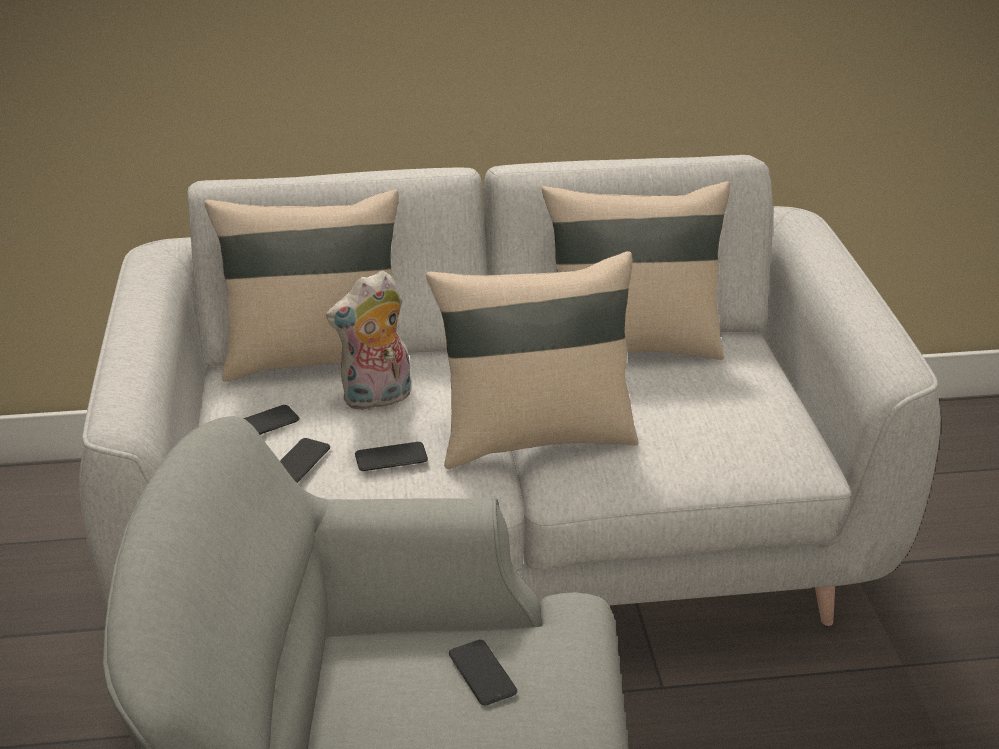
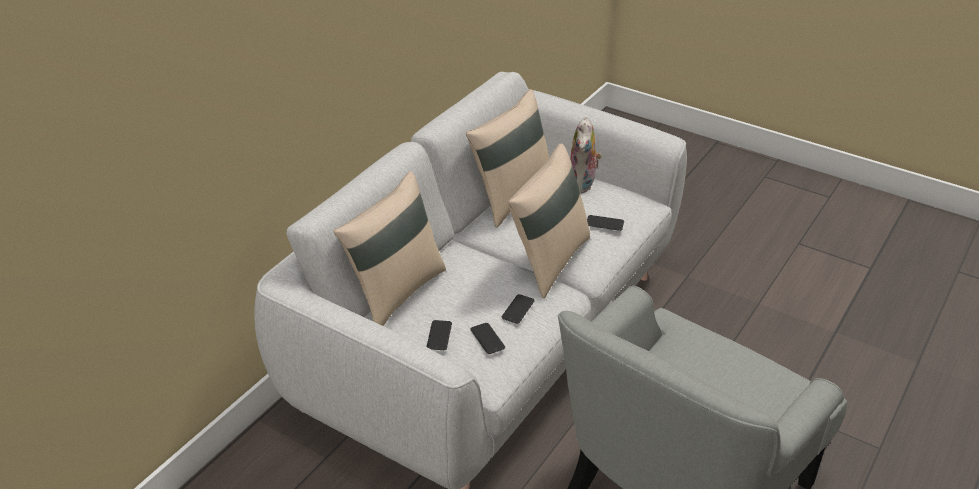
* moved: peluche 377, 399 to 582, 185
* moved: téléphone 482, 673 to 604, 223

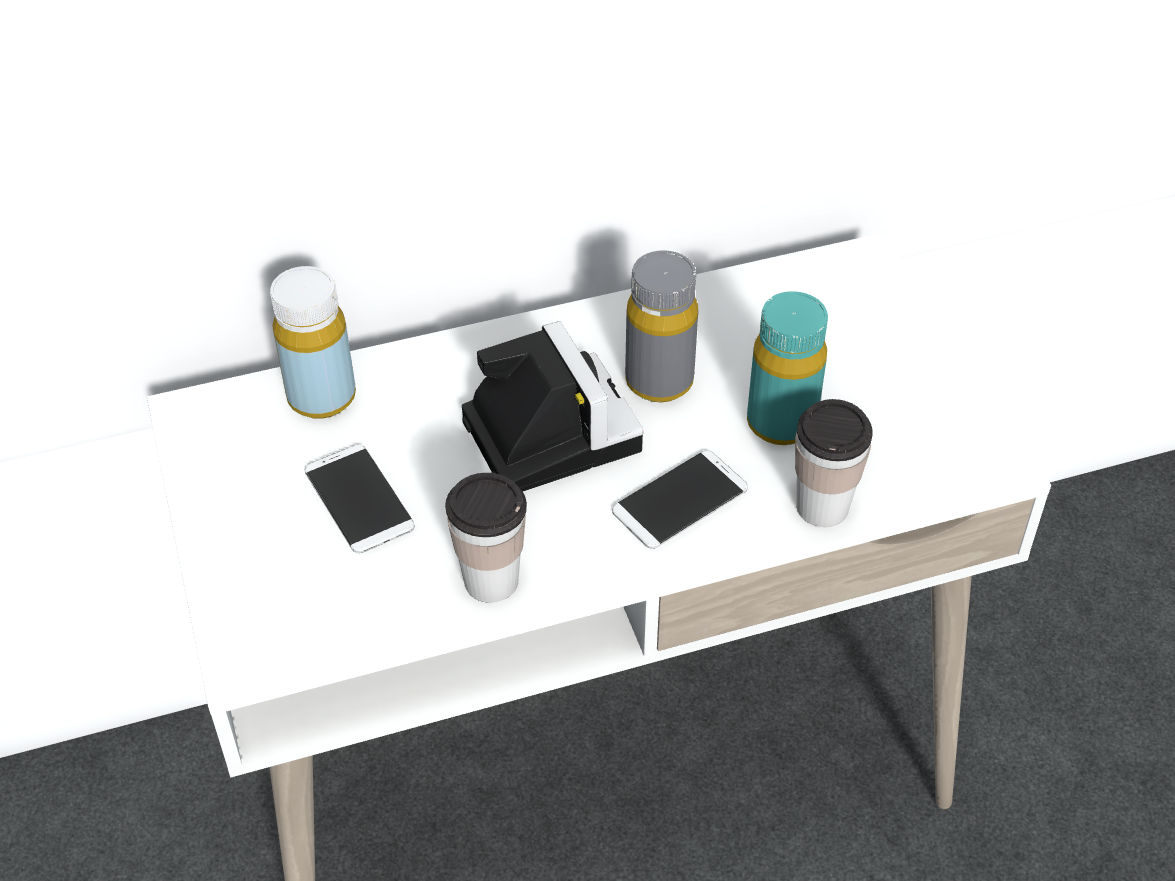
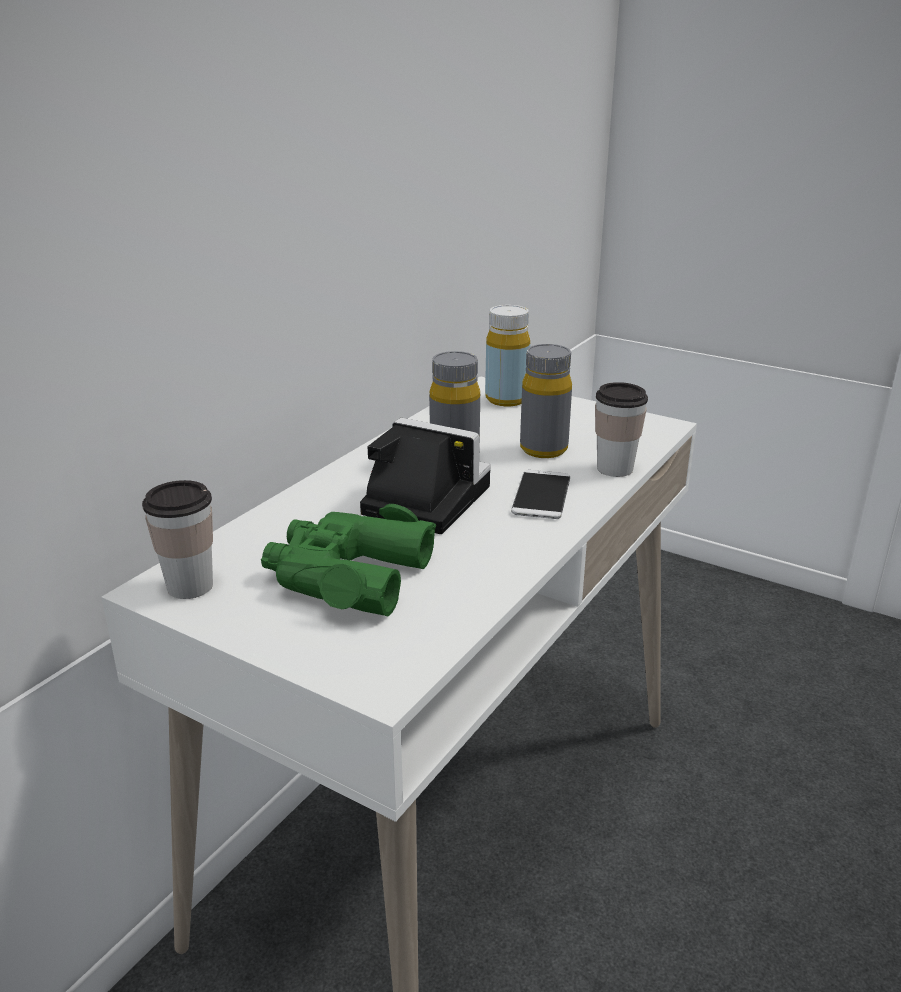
* moved: bouteille/jaune 321, 397 to 506, 399
* recoloured: bouteille/turquoise 781, 423 to bouteille/gris 543, 449
* replaced: téléphone 359, 499 to jumelles/vert 346, 575
* moved: tasse 491, 581 to 190, 586

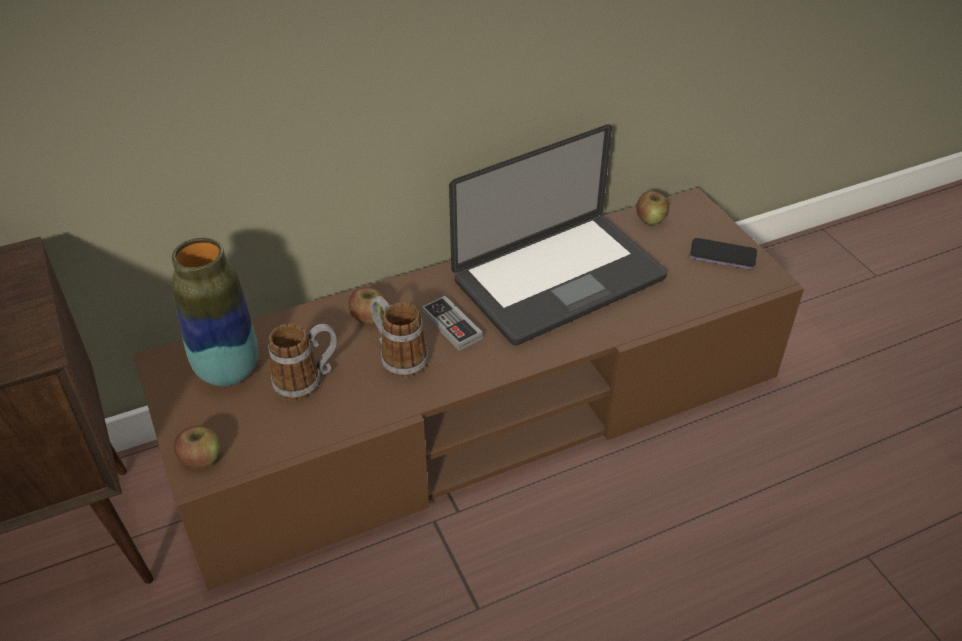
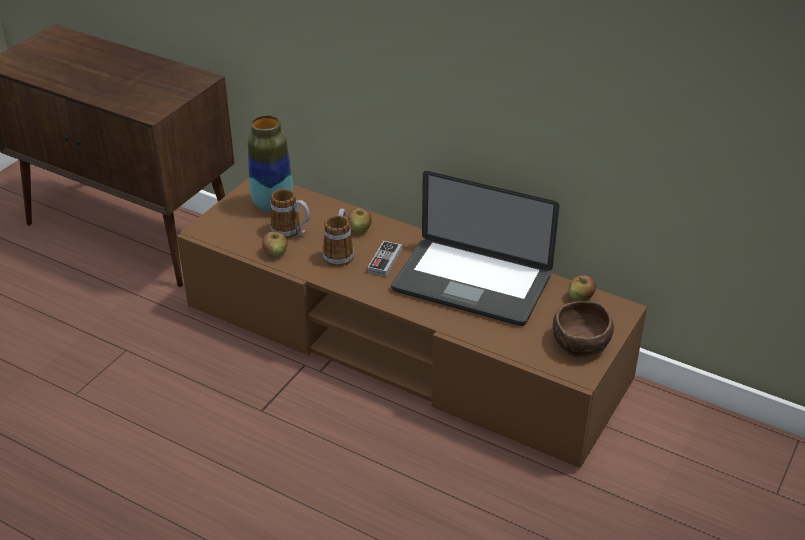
* replaced: téléphone 722, 256 to bol/marron 580, 344
* moved: pomme 201, 458 to 275, 253

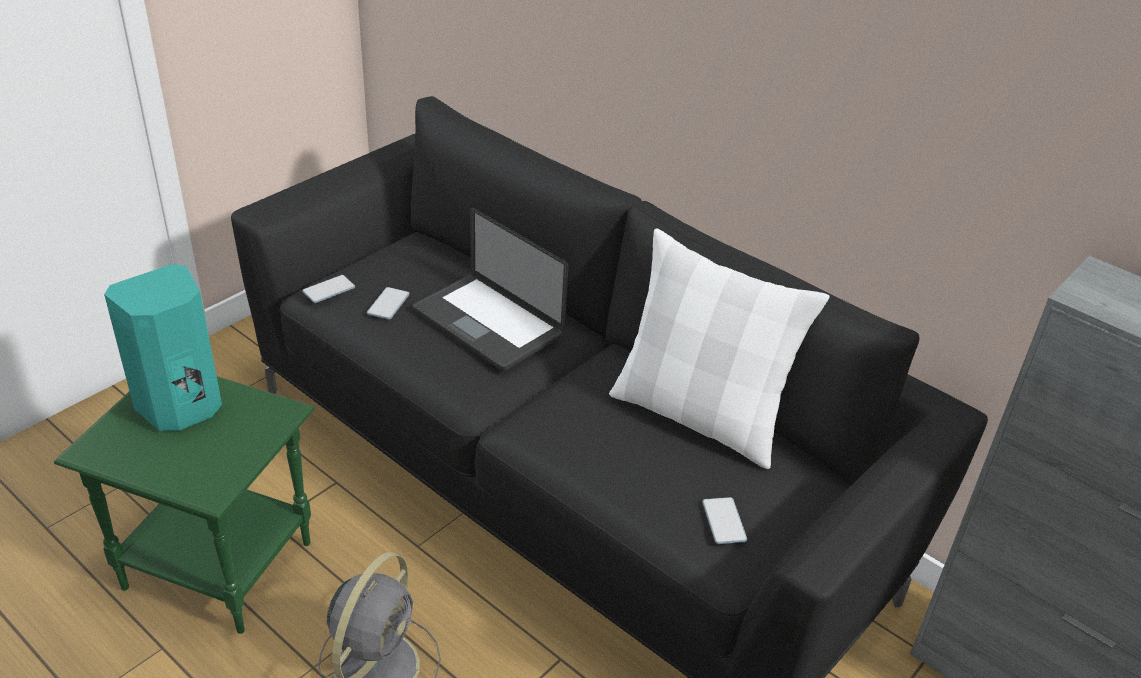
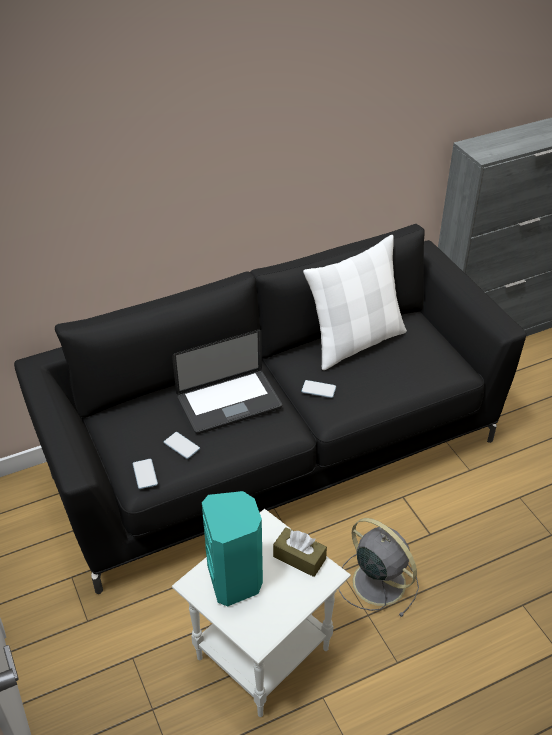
* recoloured: table d'appoint/vert 220, 566 to table d'appoint/blanc 264, 652
* moved: téléphone 724, 521 to 318, 389
* added: boîte à mouchoirs/marron 299, 557

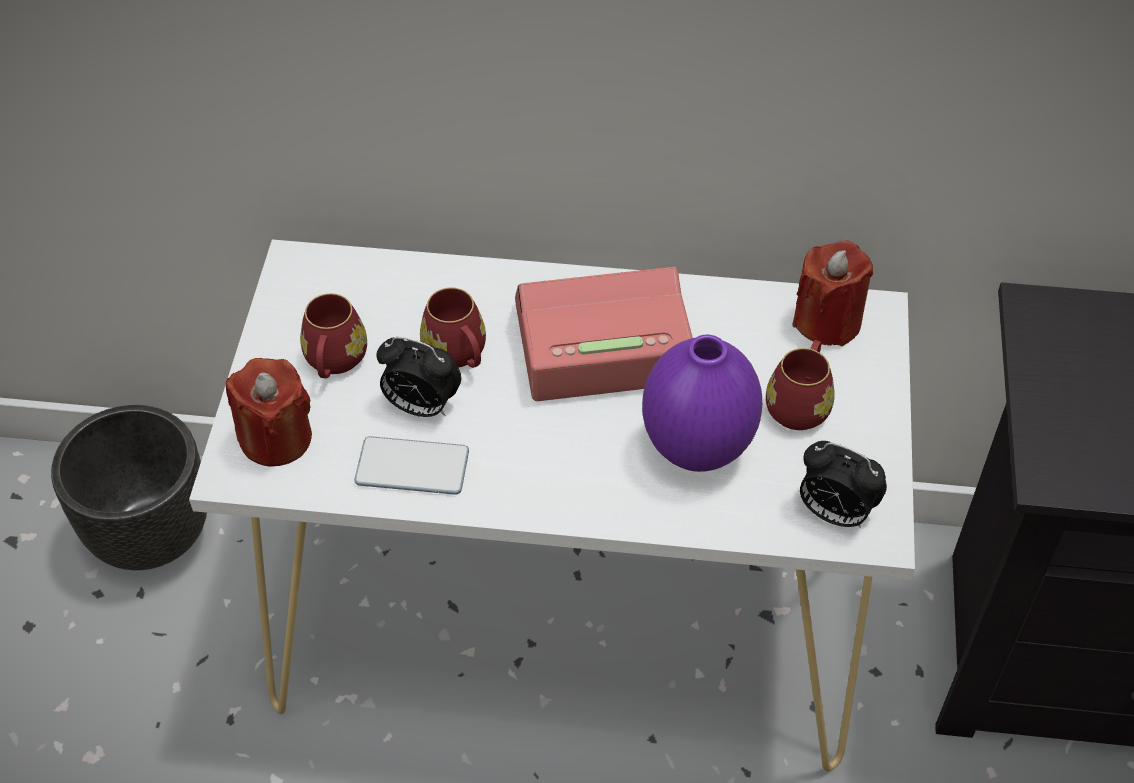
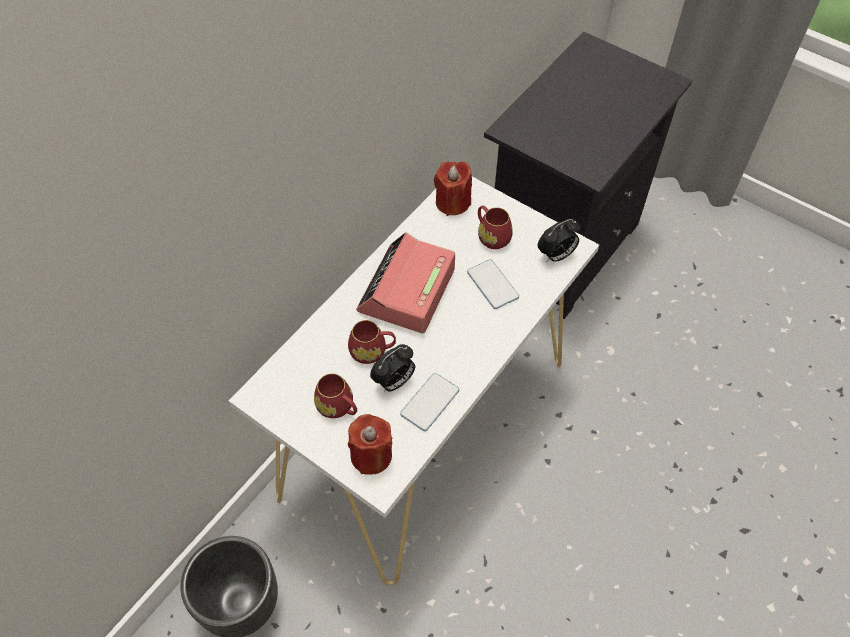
* replaced: vase/violet 698, 449 to téléphone 492, 285

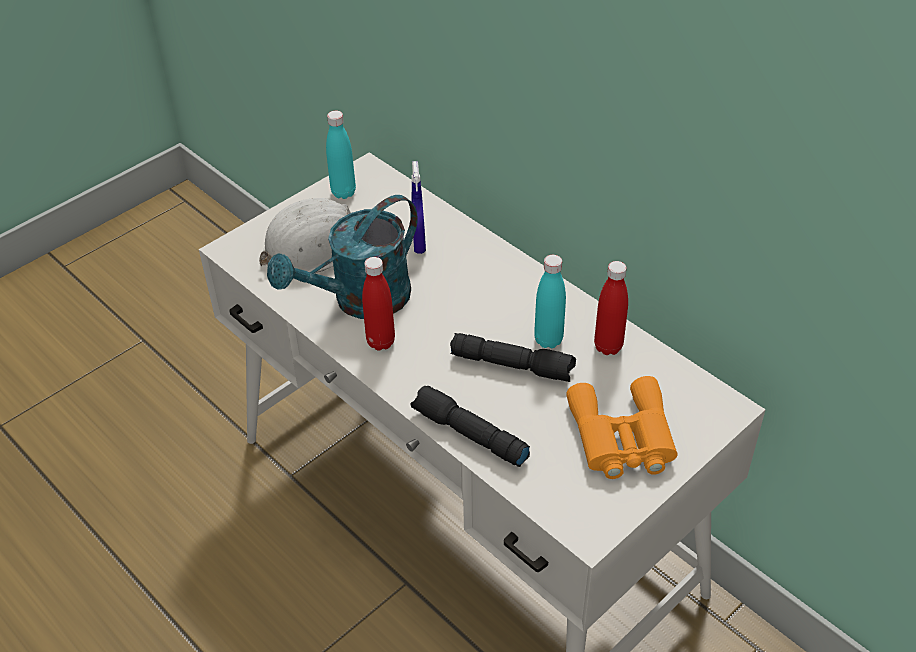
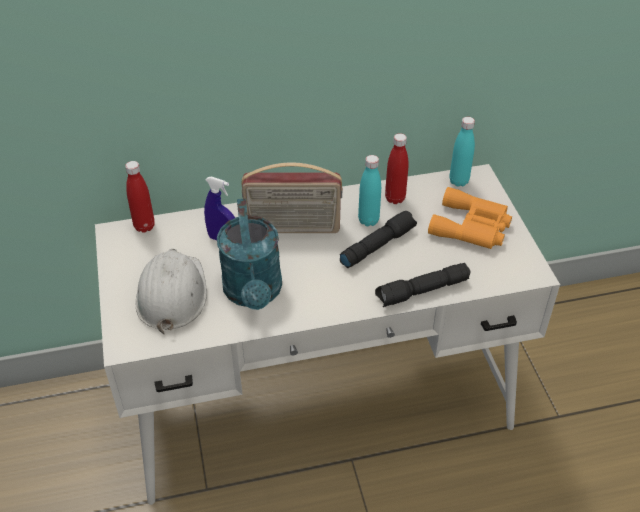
* moved: bouteille/turquoise 343, 192 to 458, 181
* moved: bouteille/rouge 381, 342 to 144, 226
* added: radio 293, 228

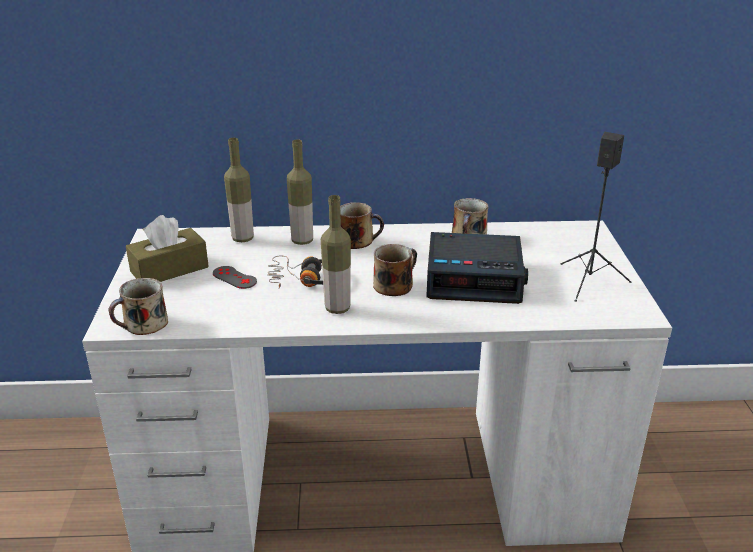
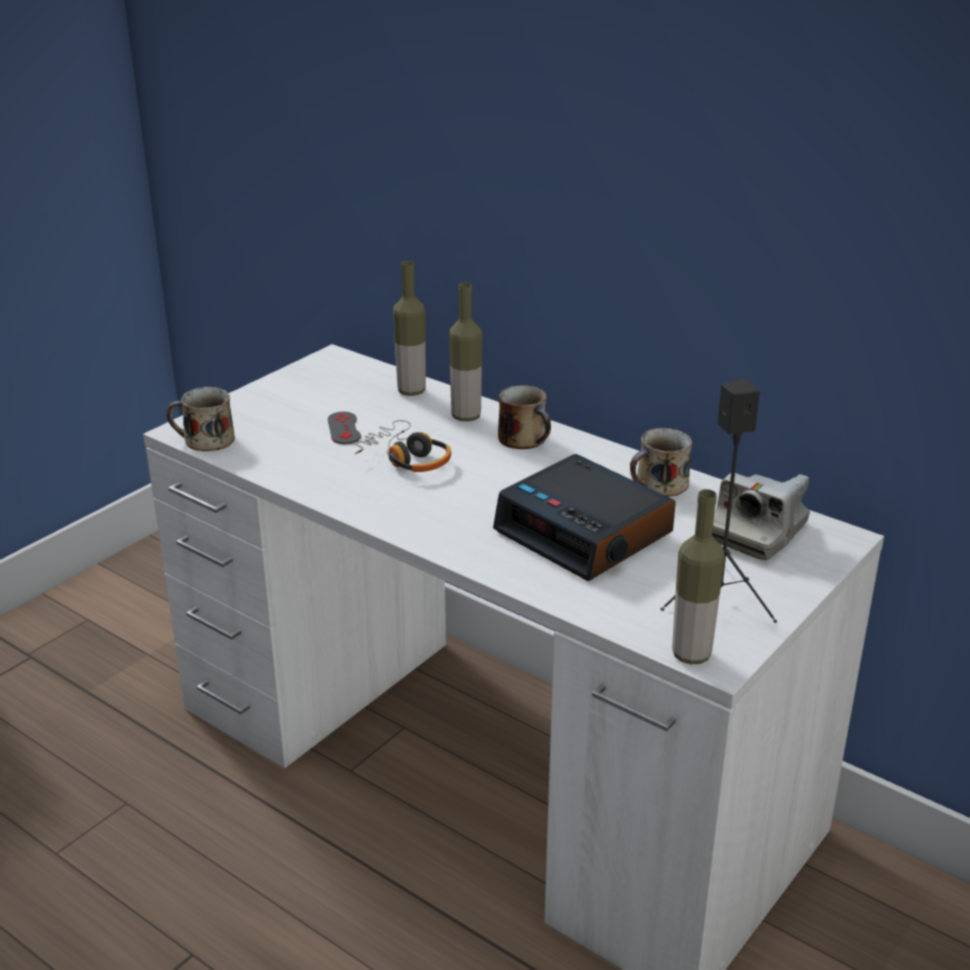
* moved: bouteille 337, 308 to 691, 654
* removed: boîte à mouchoirs/marron 169, 269
* removed: mug 394, 284
* added: appareil photo 757, 532

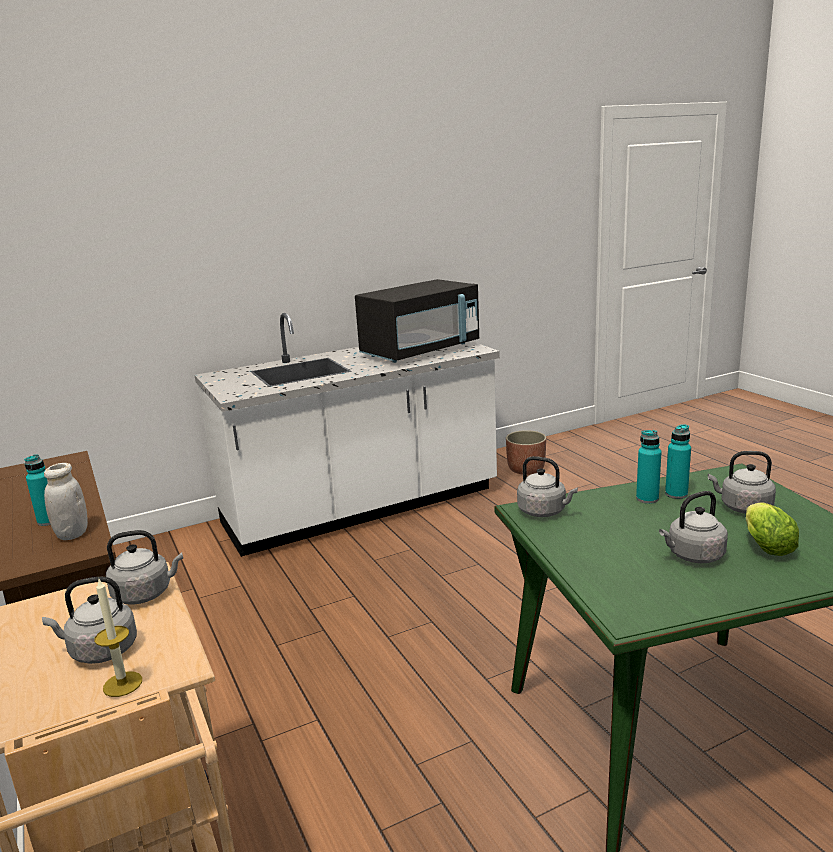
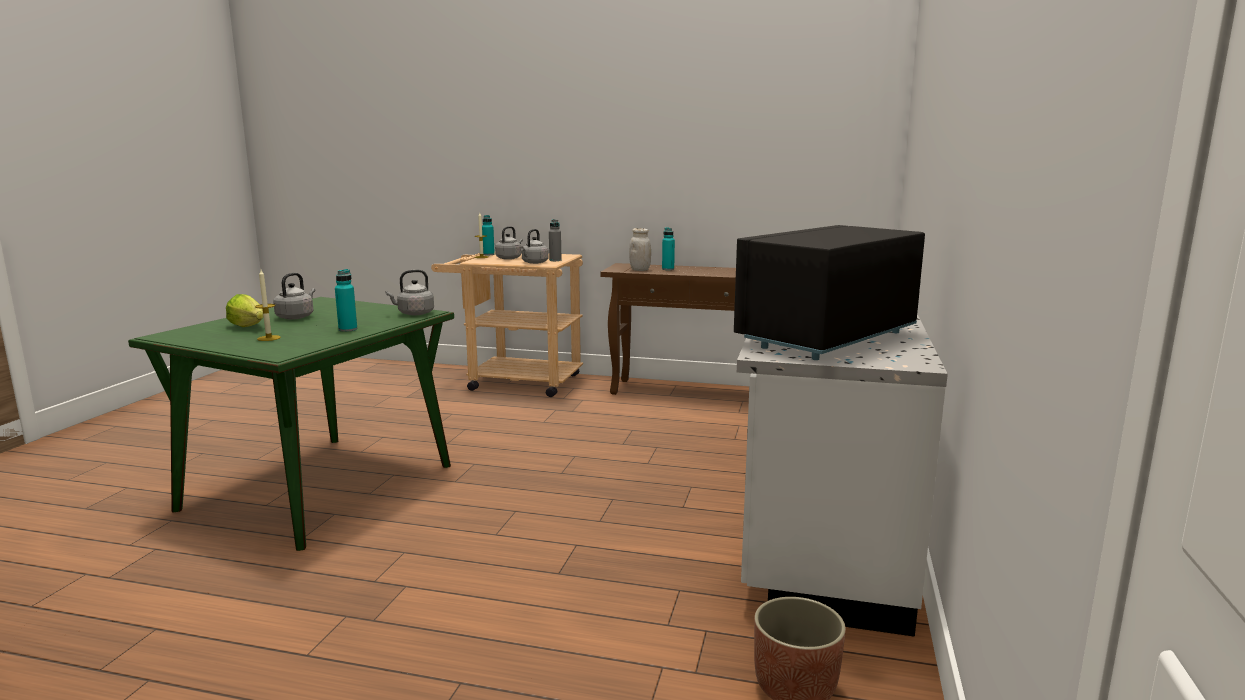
* turned: micro-ondes/noir 421, 351 = 826, 337 45 degrees clockwise
* moved: bouteille/turquoise 676, 494 to 488, 254
* replaced: bouilloire/gris 743, 508 to bougie 269, 338
* added: bouteille/gris 555, 260

